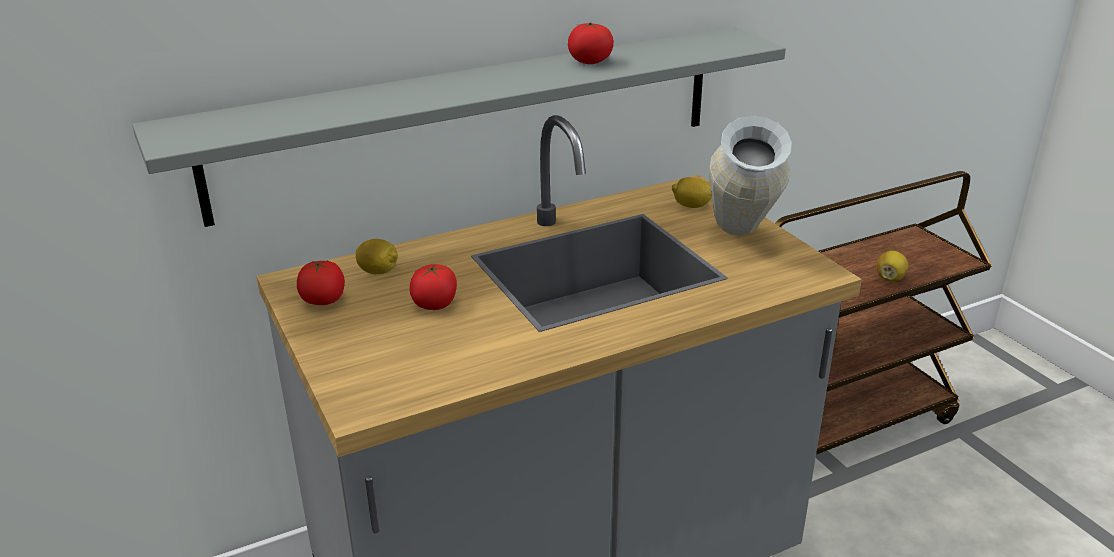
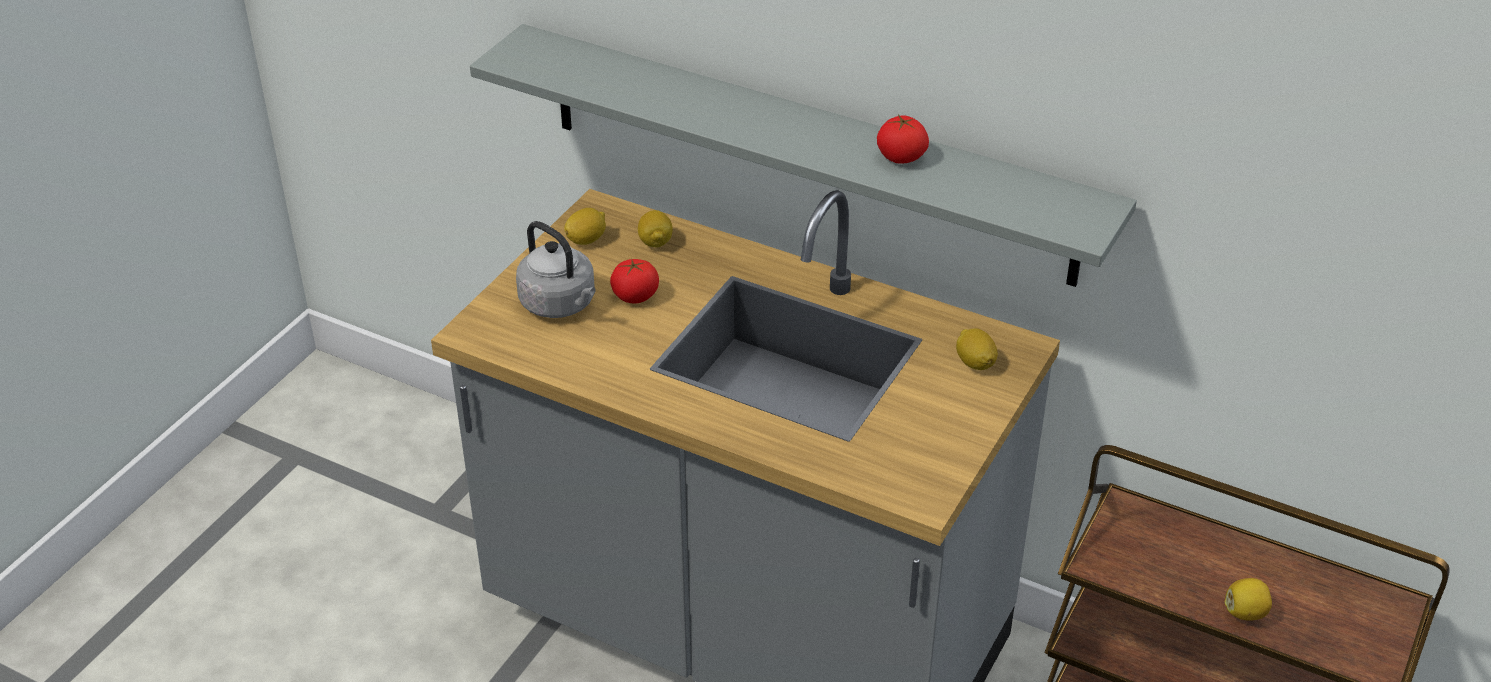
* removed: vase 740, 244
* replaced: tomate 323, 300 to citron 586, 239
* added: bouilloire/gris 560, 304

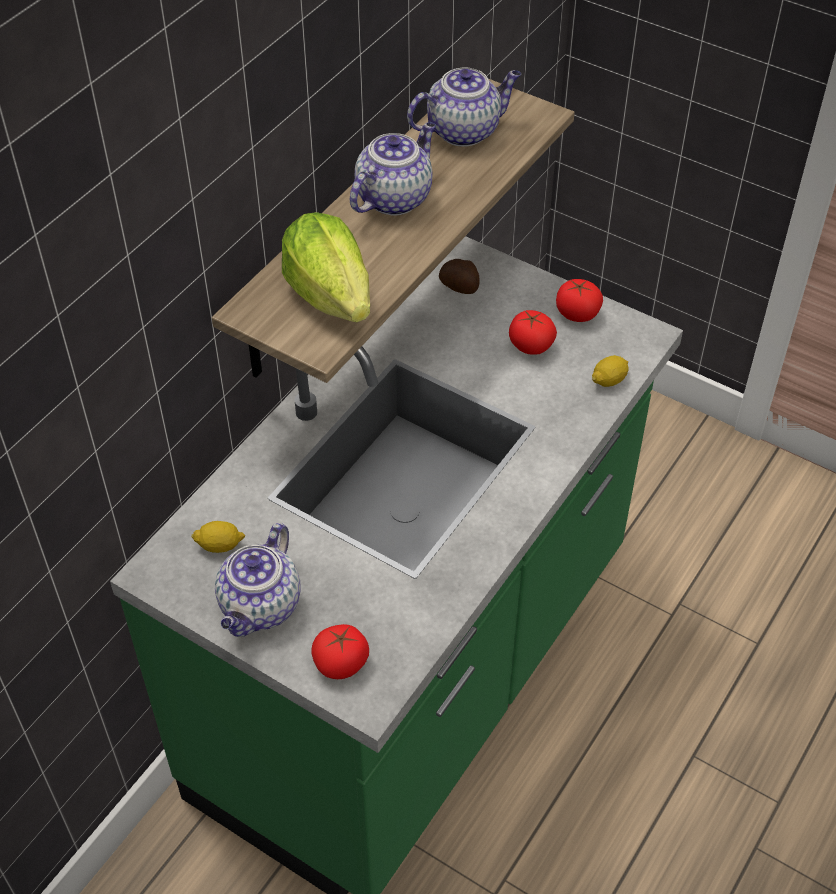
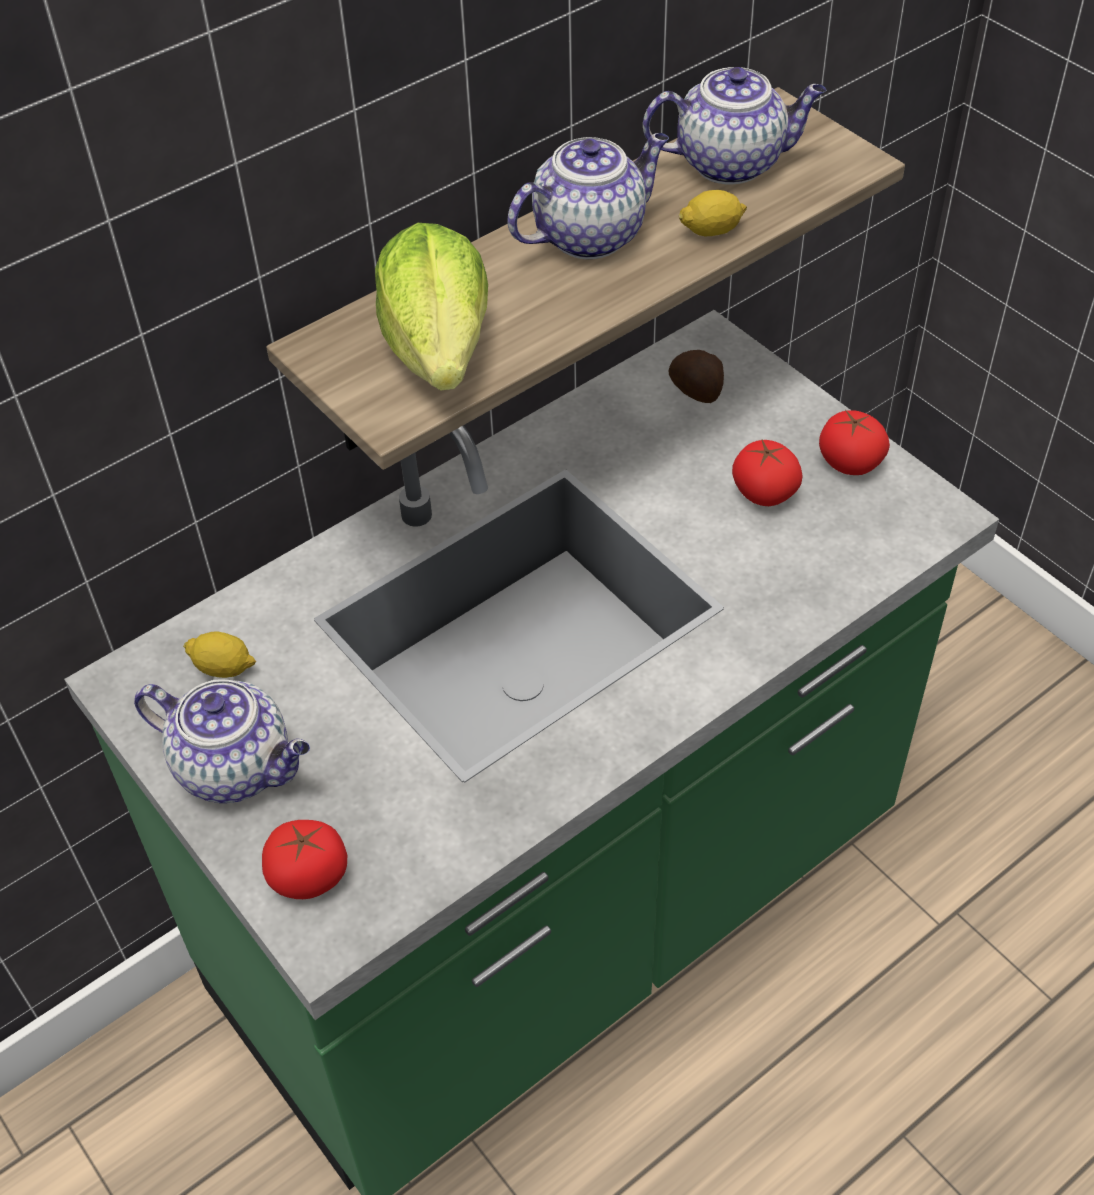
* moved: citron 609, 380 to 712, 230
* turned: théière 260, 607 = 237, 767 105 degrees counterclockwise

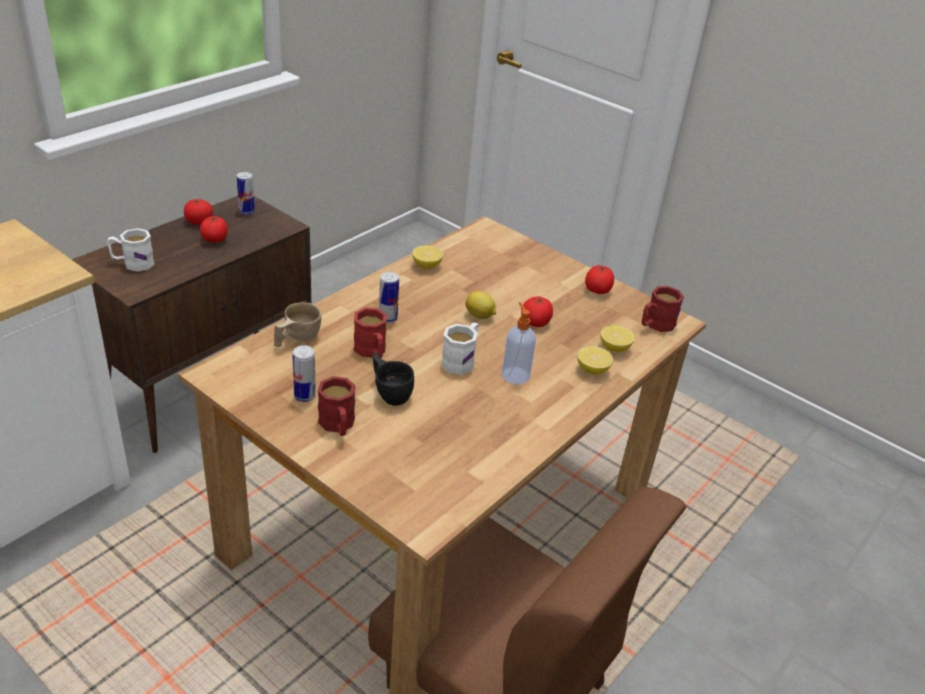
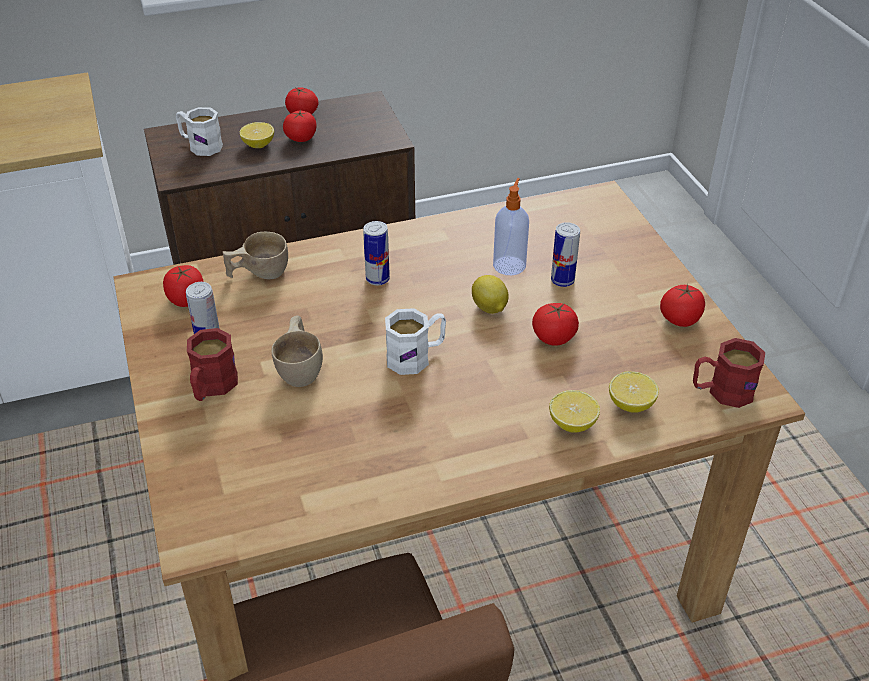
* moved: boîte métallique 247, 212 to 562, 280
* moved: citron 426, 265 to 258, 145
* moved: distributeur de savon 515, 375 to 509, 264
* removed: mug/rouge 372, 352
* recoloured: tasse/noir 390, 392 to tasse/beige 301, 368
* added: tomate 186, 299

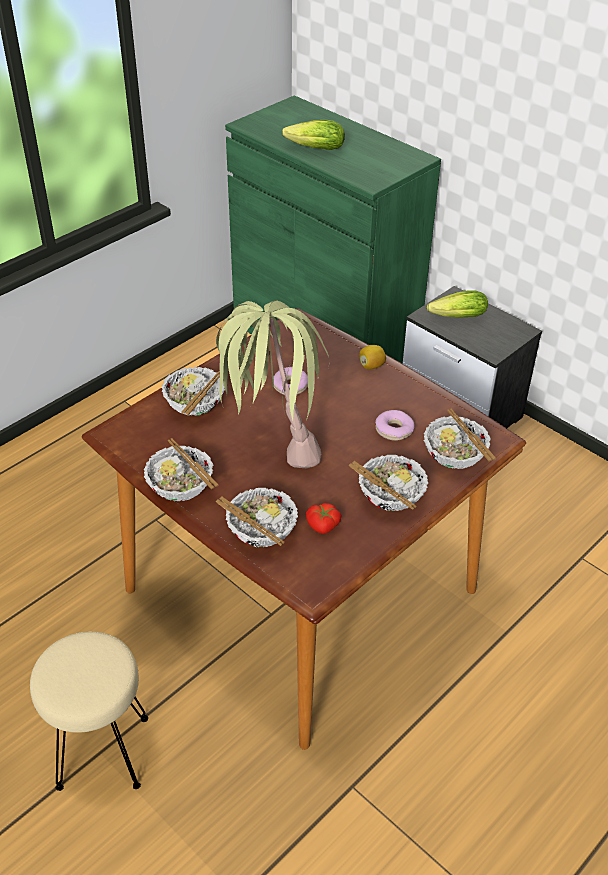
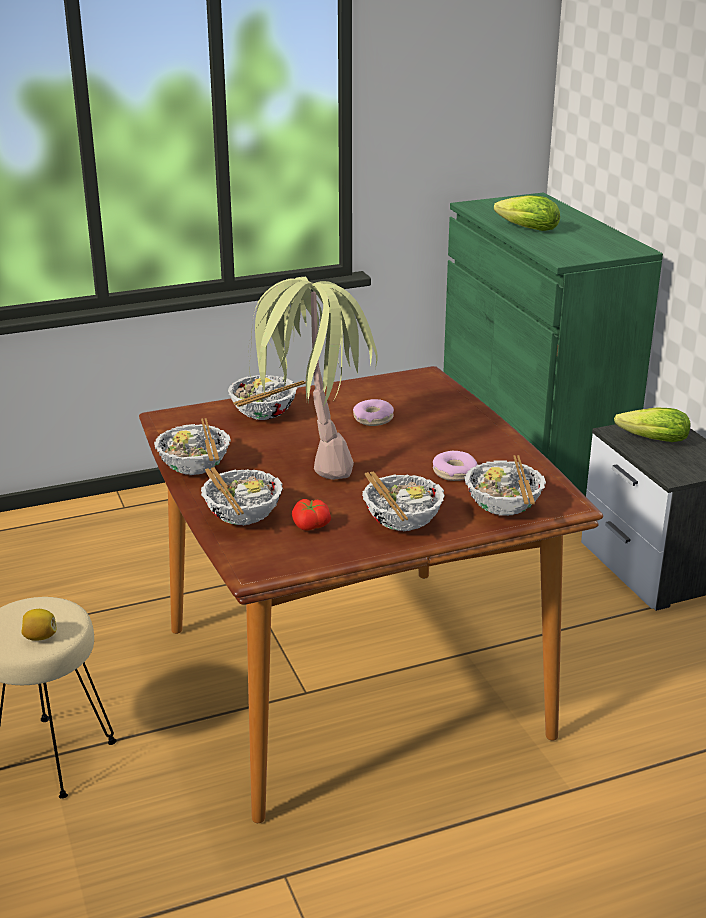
* moved: citron 371, 366 to 40, 637

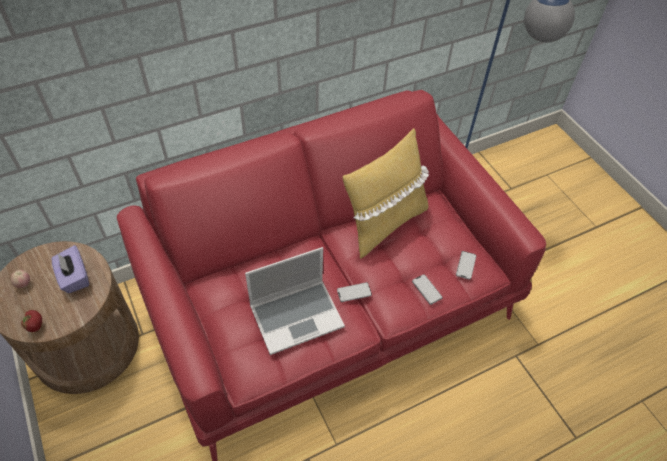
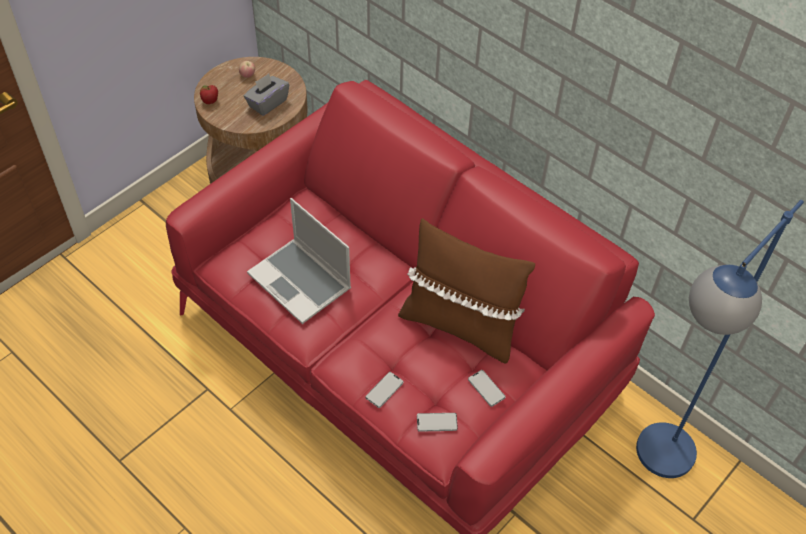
* recoloured: coussin/jaune 384, 223 to coussin/marron 460, 325
* recoloured: boîte à mouchoirs/violet 74, 277 to boîte à mouchoirs/gris 267, 103
* moved: téléphone 354, 292 to 486, 388

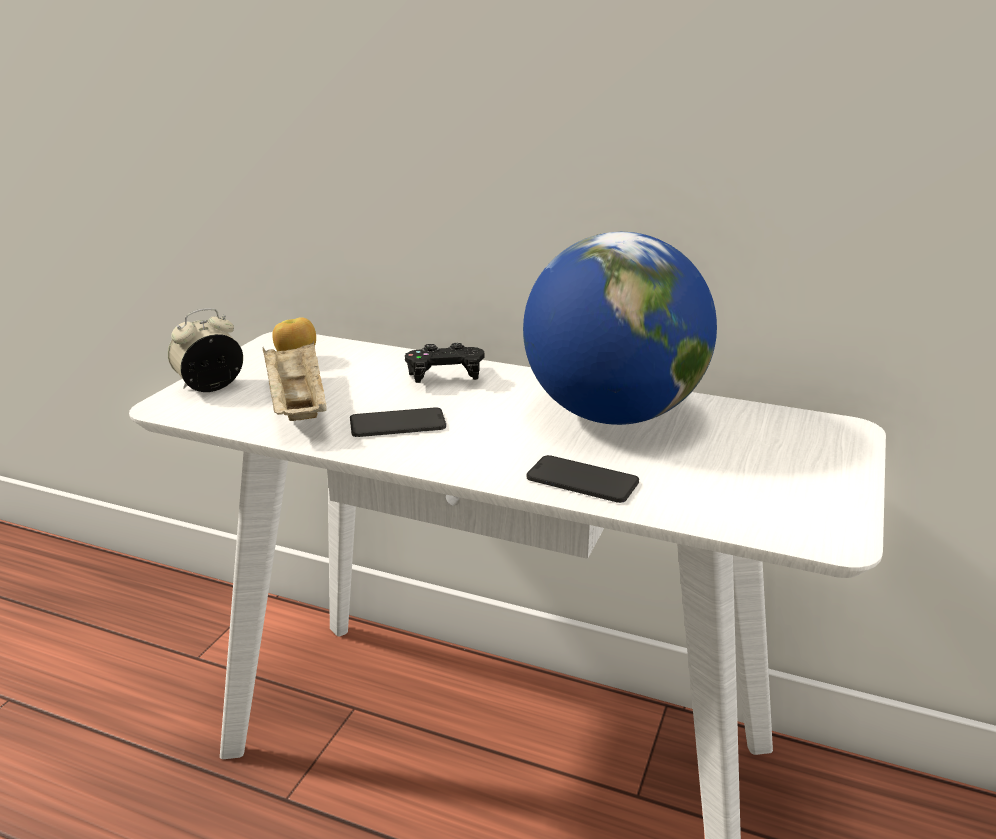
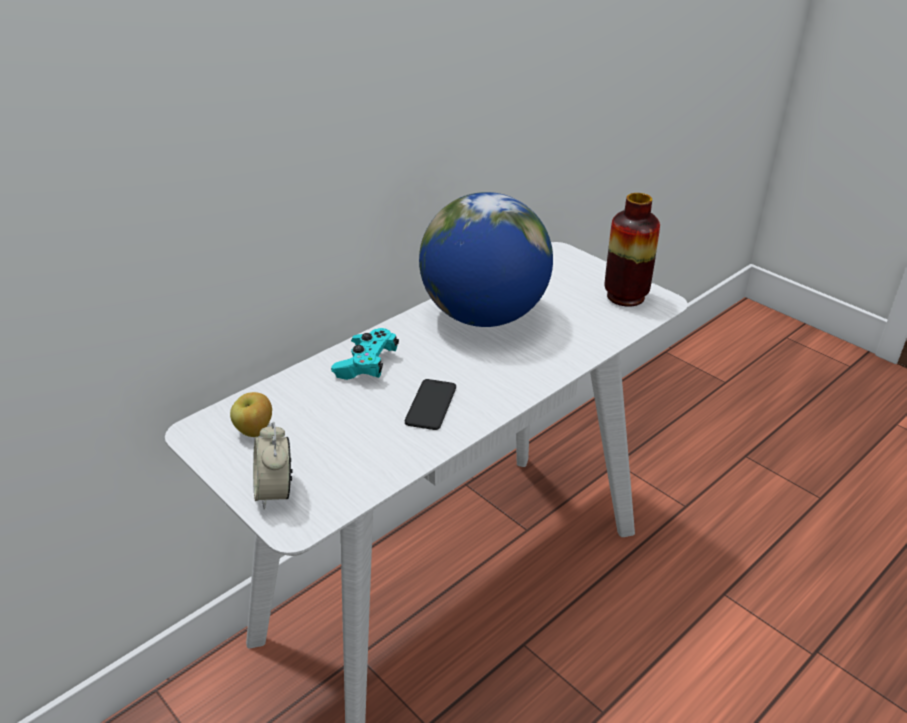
* removed: plateau/beige 296, 405
* recoloured: manette/noir 444, 377 to manette/turquoise 366, 364
* removed: téléphone 582, 480
* added: vase 625, 296

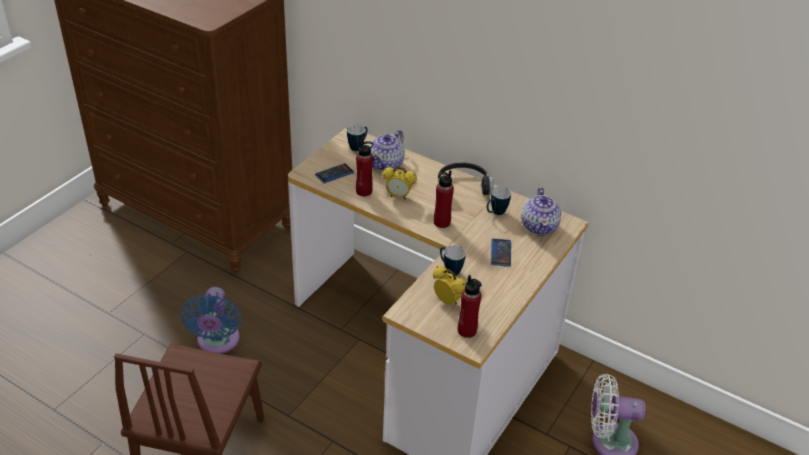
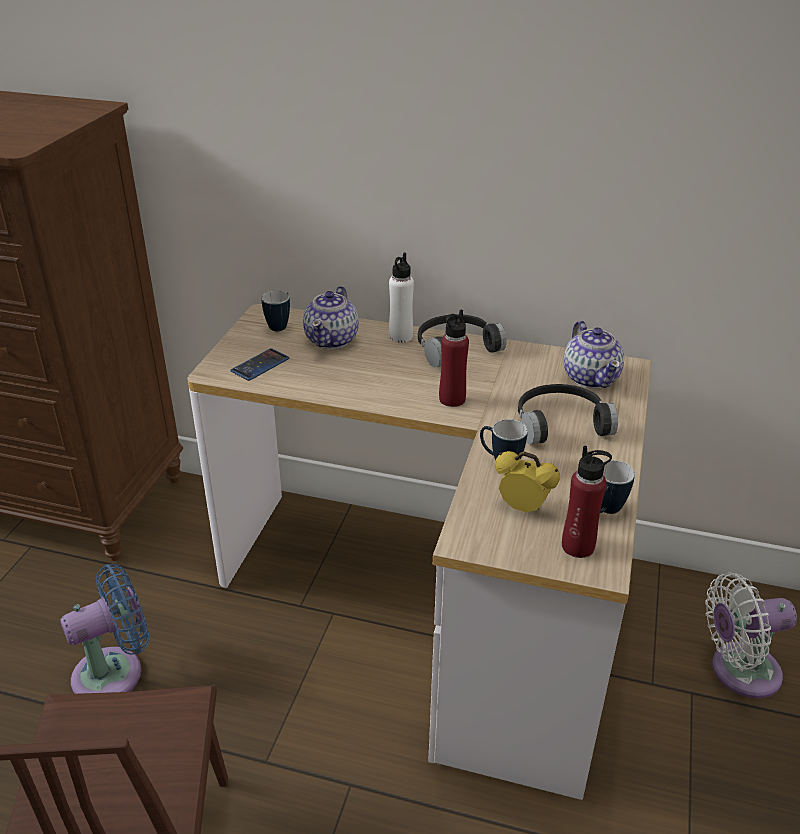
* removed: bouteille/rouge 364, 191
* removed: réveil 398, 196
* moved: mug 495, 213 to 605, 511
* replaced: téléphone 500, 253 to casque audio/noir 560, 423
* turned: ventilateur/bleu 217, 342 = 115, 672 105 degrees counterclockwise
* added: bouteille/blanc 400, 336

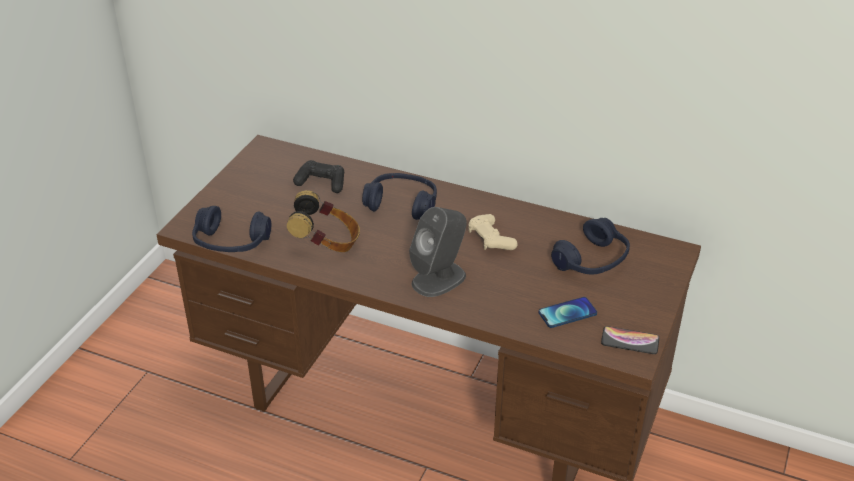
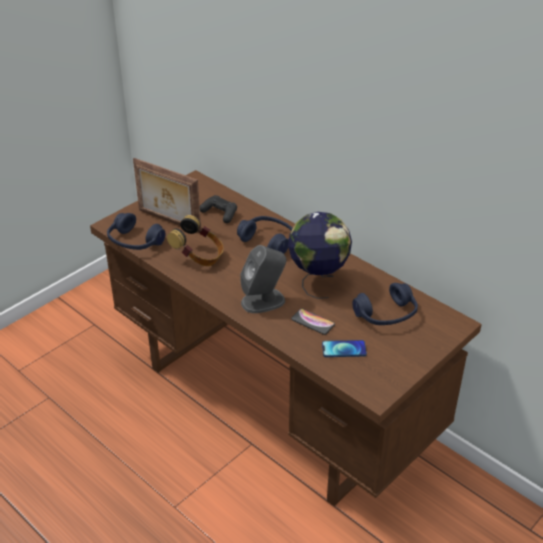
* replaced: manette/beige 490, 239 to globe 318, 281
* moved: téléphone 630, 341 to 312, 322
* added: cadre photo 168, 221

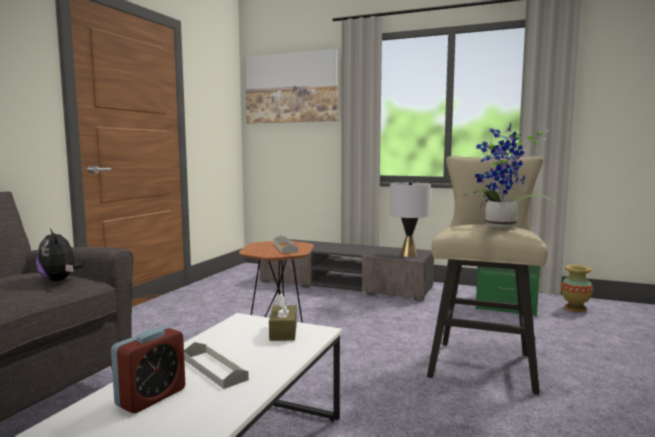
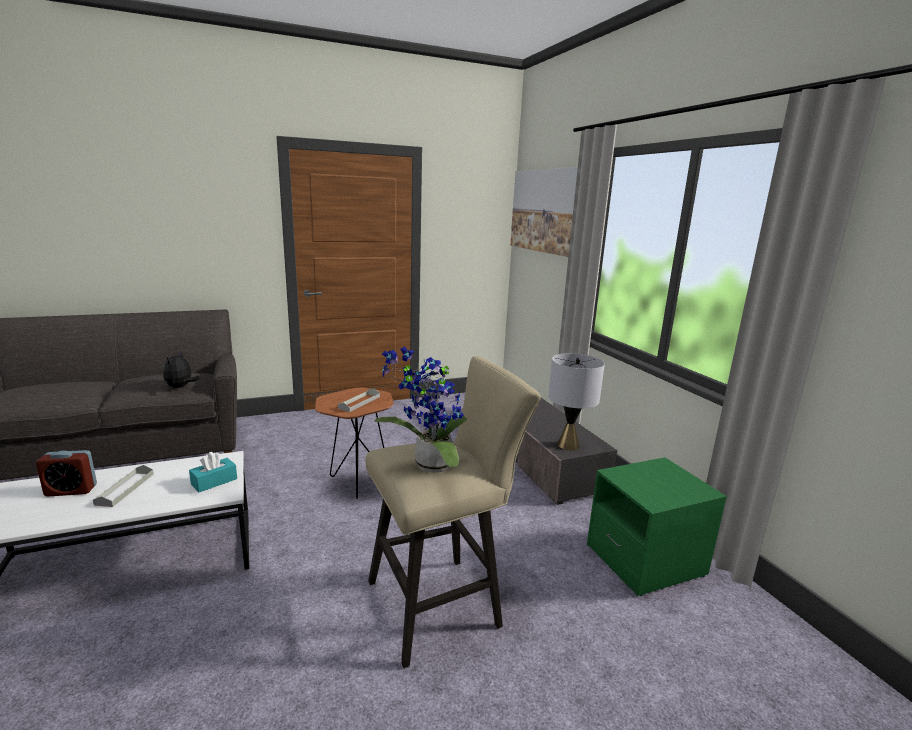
* removed: vase 574, 308
* recoloured: boîte à mouchoirs/marron 283, 331 to boîte à mouchoirs/turquoise 214, 481

